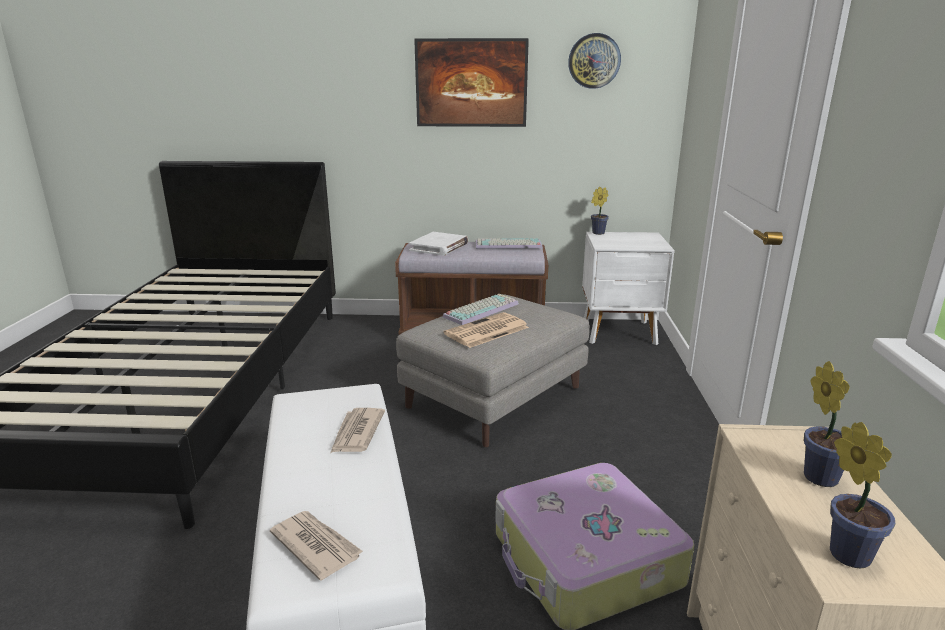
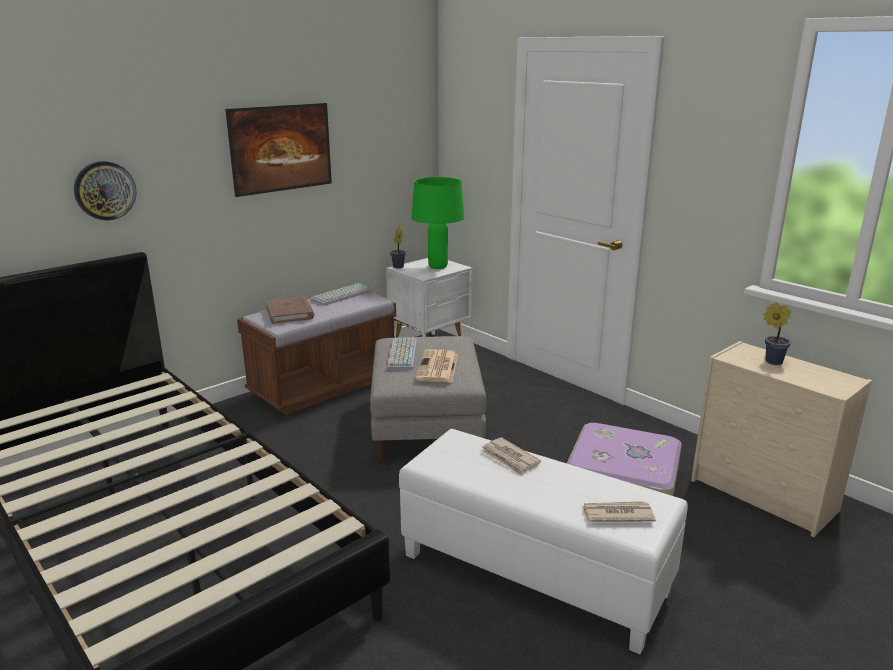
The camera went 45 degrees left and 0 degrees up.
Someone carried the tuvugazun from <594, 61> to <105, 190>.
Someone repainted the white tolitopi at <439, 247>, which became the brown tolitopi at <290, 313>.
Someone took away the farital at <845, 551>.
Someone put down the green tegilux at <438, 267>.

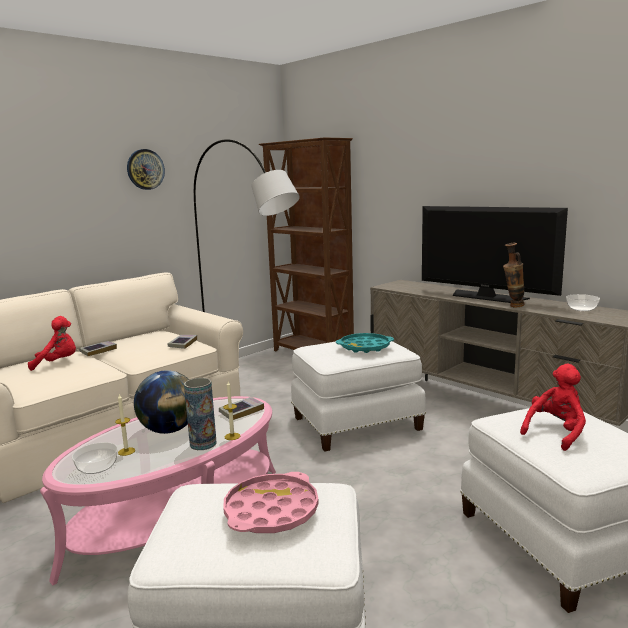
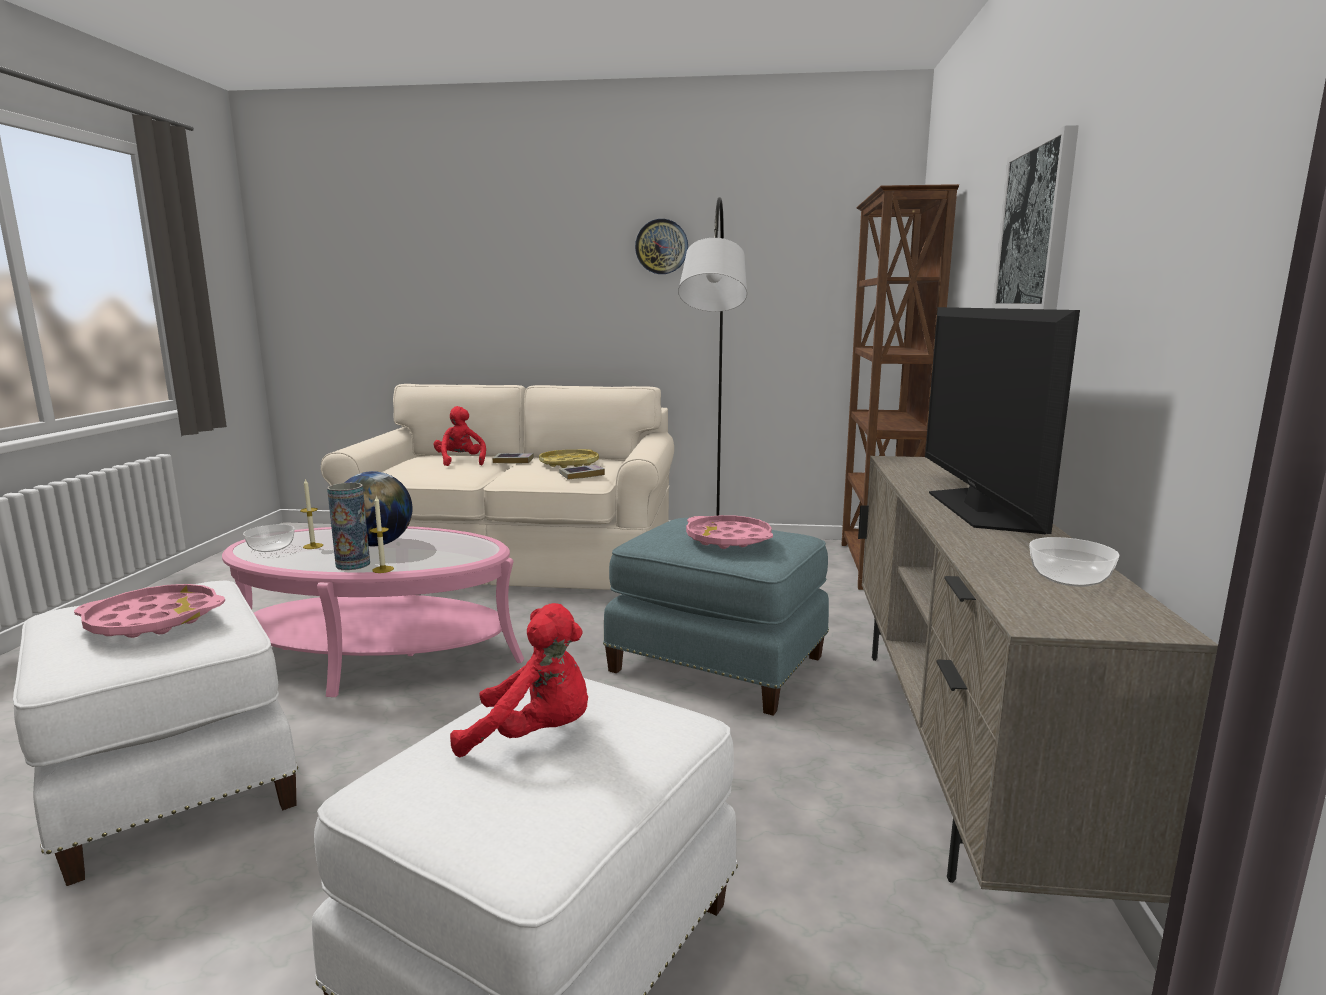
The camera went 50 degrees right and 0 degrees up.
Someone took away the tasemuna at <512, 306>.
Someone rotated the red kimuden at <58, 363> by 150 degrees counterclockwise.
Someone repainted the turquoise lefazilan at <365, 347>, which became the pink lefazilan at <728, 539>.
Someone repainted the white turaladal at <356, 422>, which became the blue turaladal at <718, 662>.
Someone took away the tolitopi at <241, 411>.
Someone put up the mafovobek at <1036, 227>.
Someone put down the yellow lefazilan at <569, 464>.

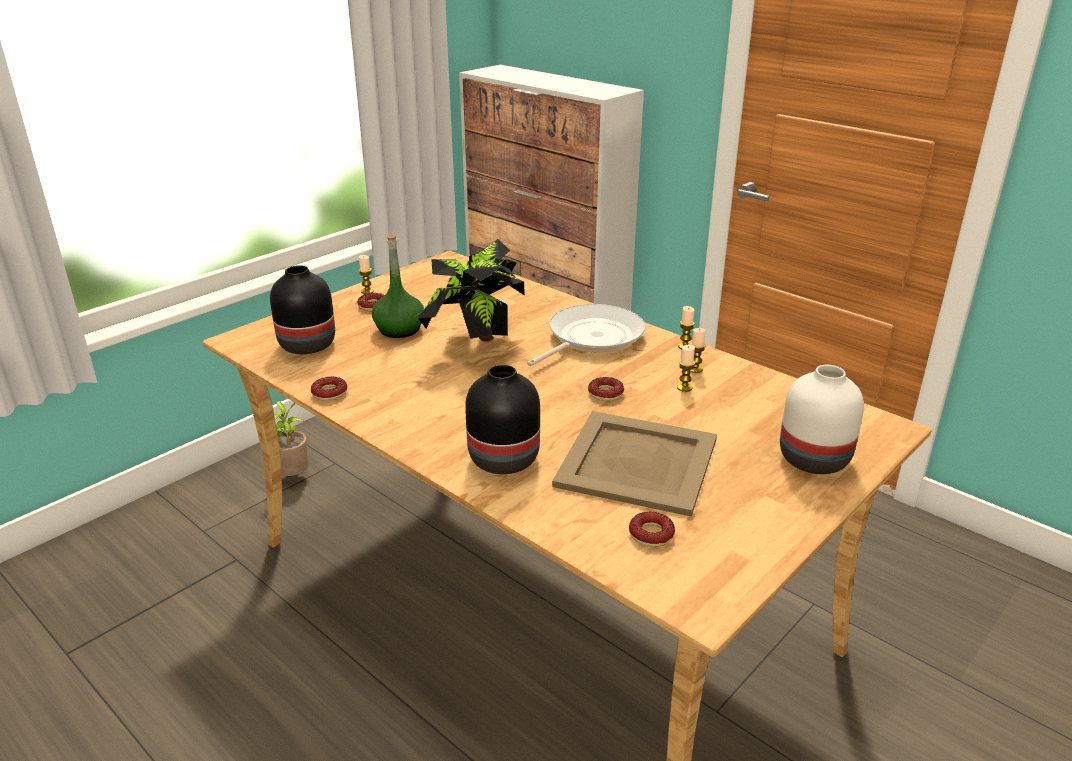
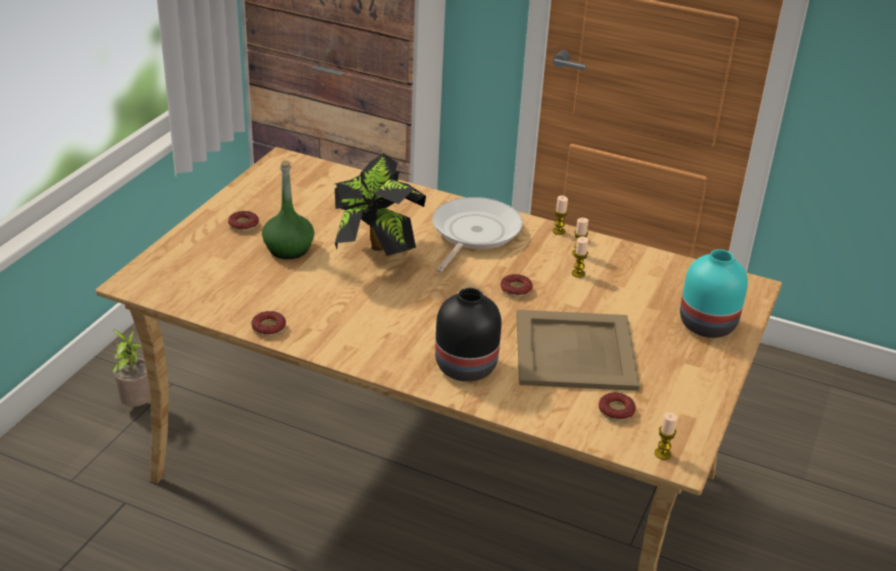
The camera went 20 degrees left and 5 degrees up.
Someone carried the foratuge from <367, 291> to <662, 454>.
Someone took away the black tasemuna at <307, 344>.
Someone repainted the white tasemuna at <813, 458>, which became the turquoise tasemuna at <706, 323>.

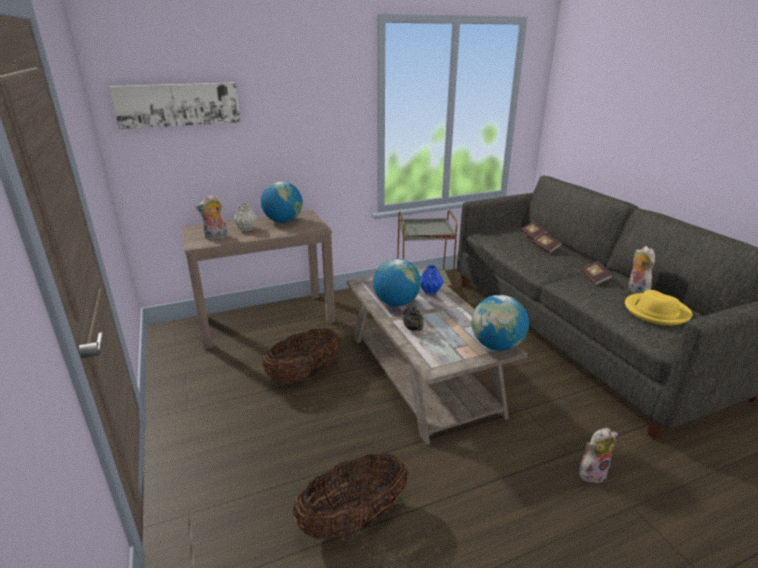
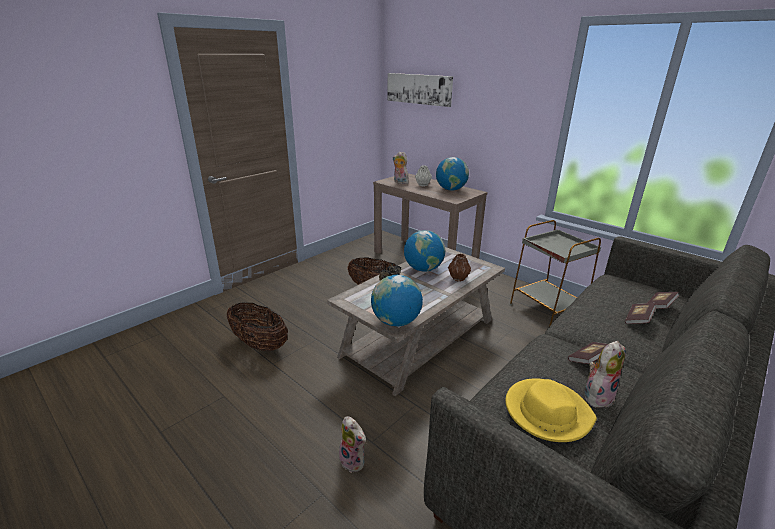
The camera went 65 degrees right and 0 degrees up.
Someone repainted the blue tasemuna at <430, 292>, which became the brown tasemuna at <459, 278>.

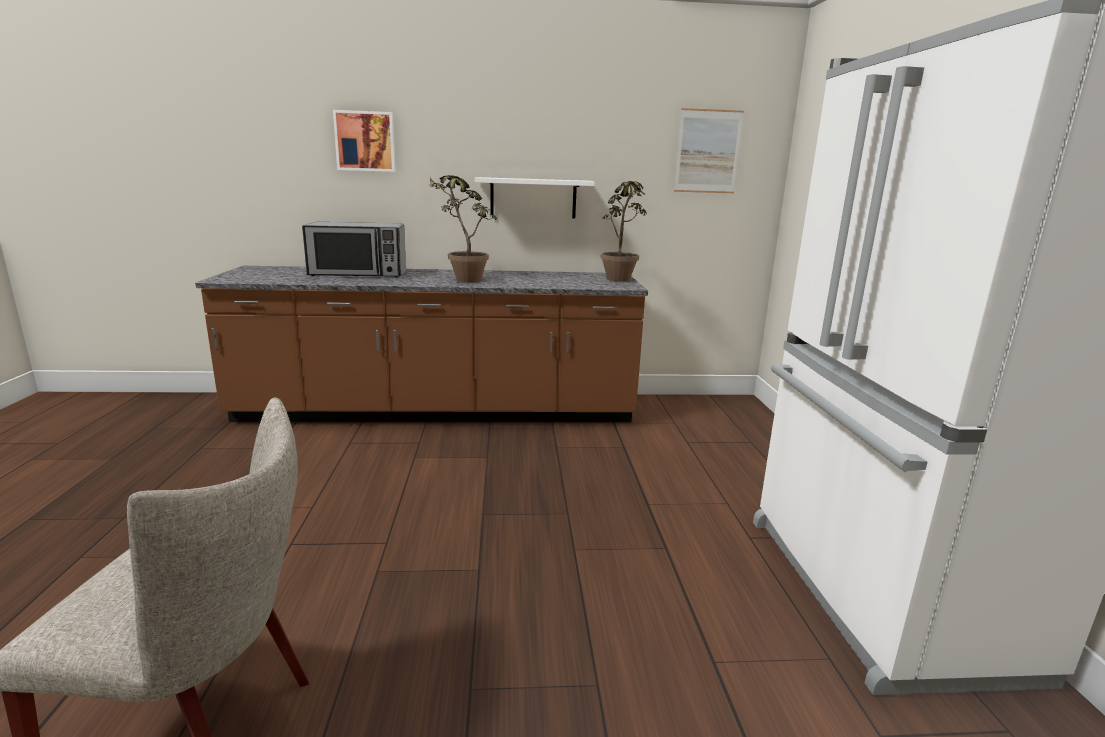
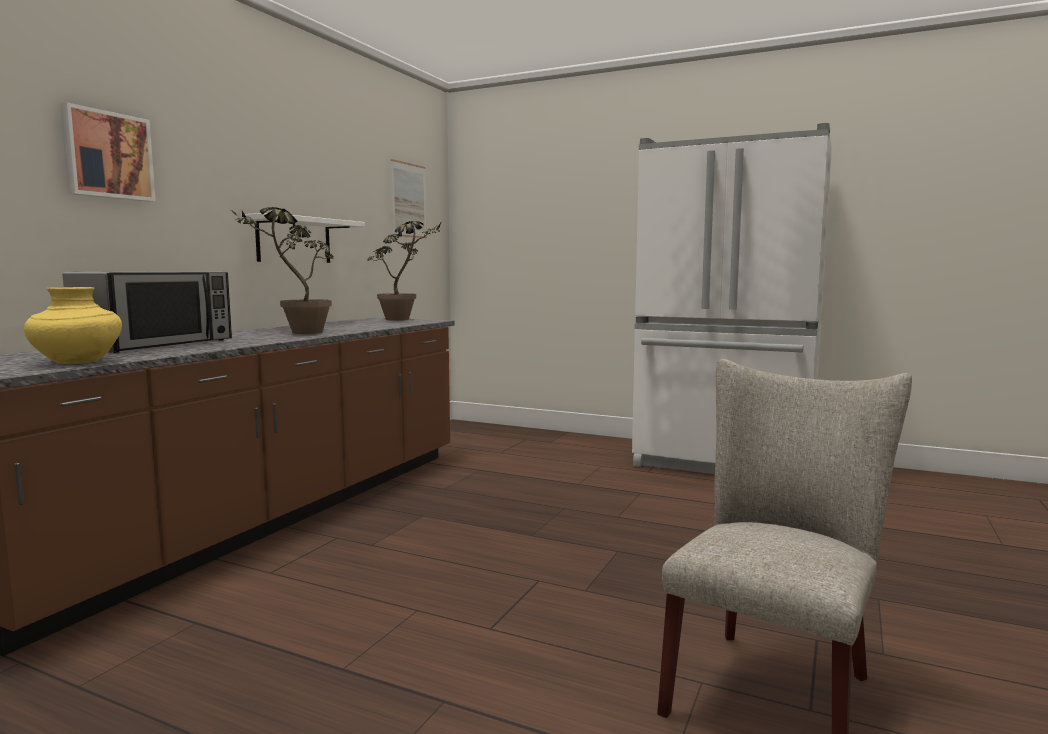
The camera went 60 degrees left and 10 degrees down.
Someone put down the yellow tasemuna at <77, 362>.

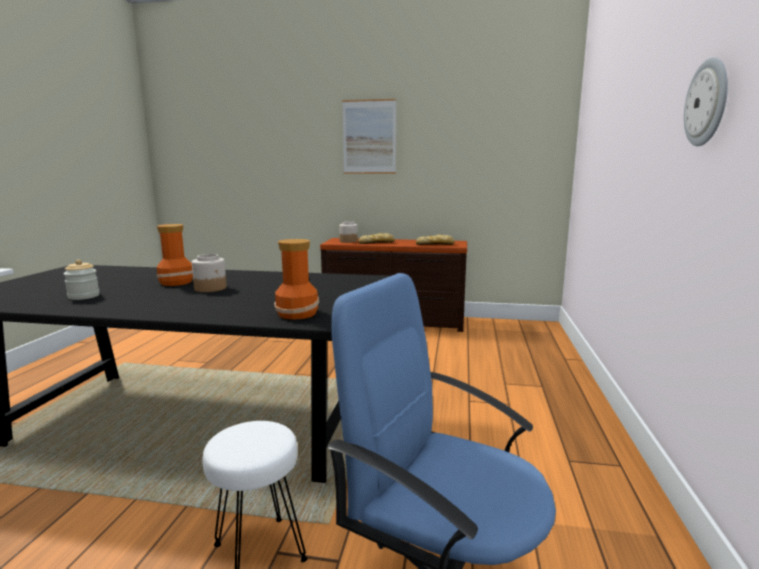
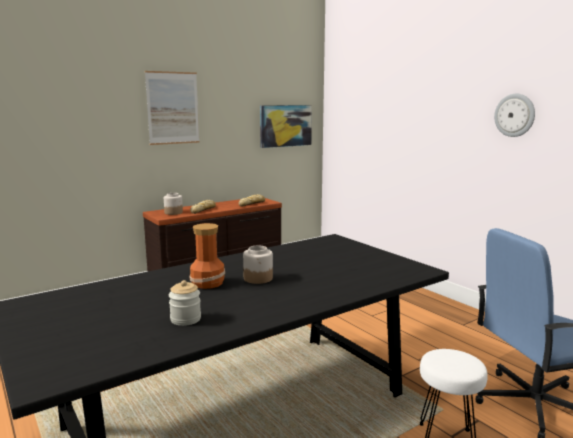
The camera went 45 degrees left and 0 degrees up.
Someone took away the tasemuna at <298, 313>.
Someone put up the mafovobek at <285, 125>.

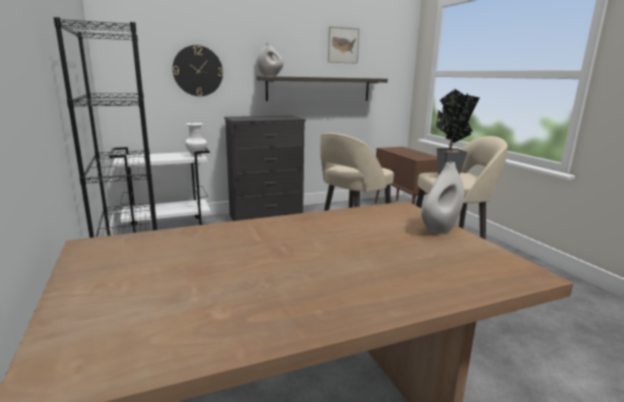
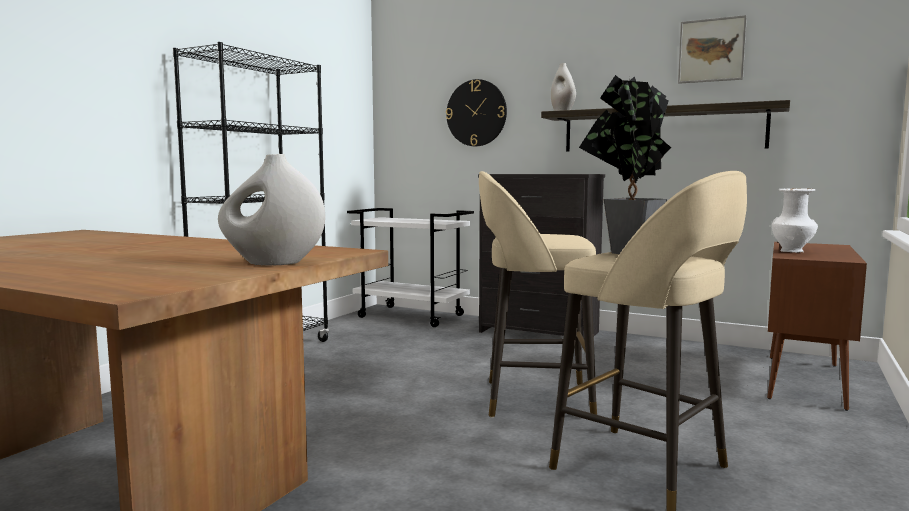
The camera went 50 degrees right and 10 degrees down.
Someone carried the white tasemuna from <197, 156> to <793, 251>.

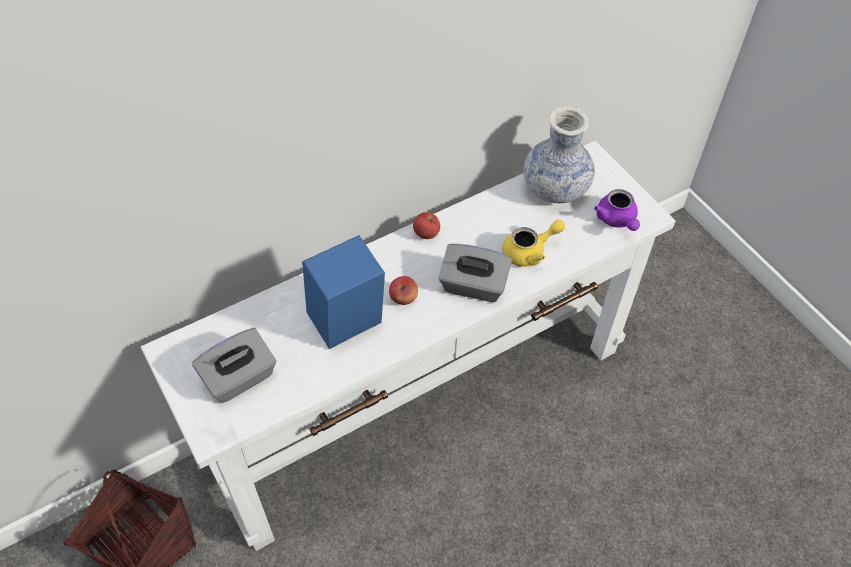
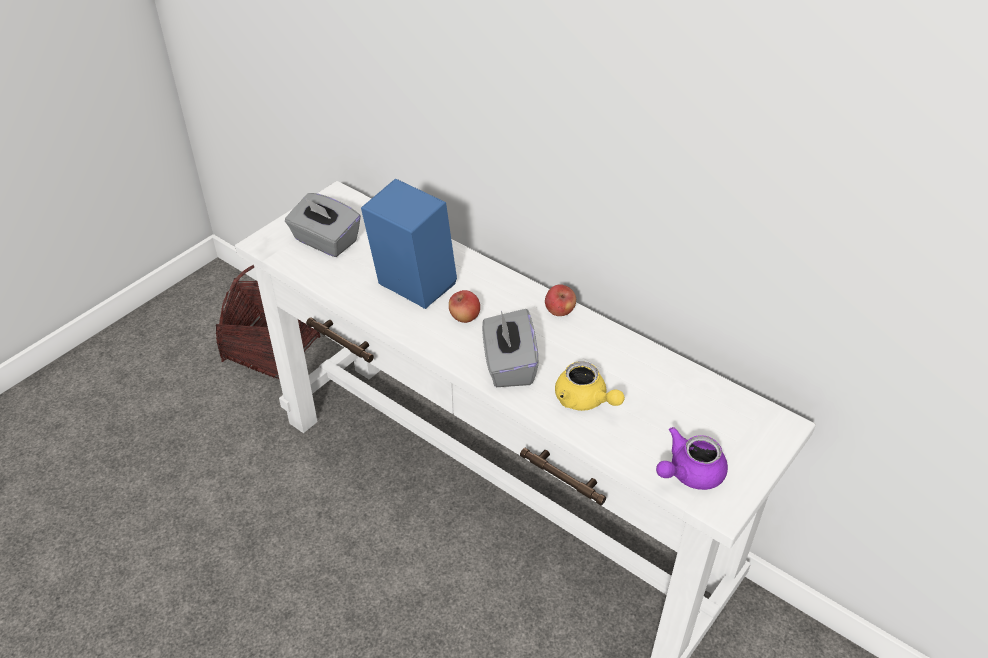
The camera went 70 degrees right and 10 degrees down.
Someone took away the tasemuna at <555, 188>.

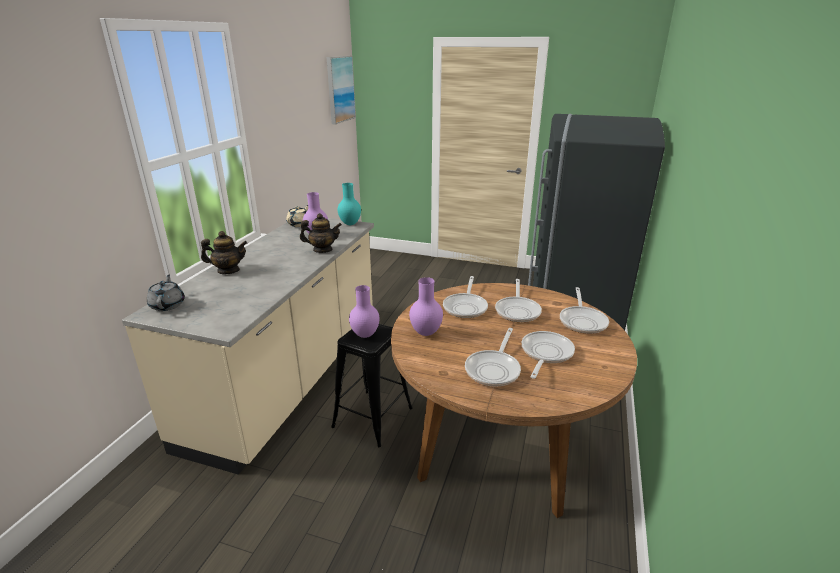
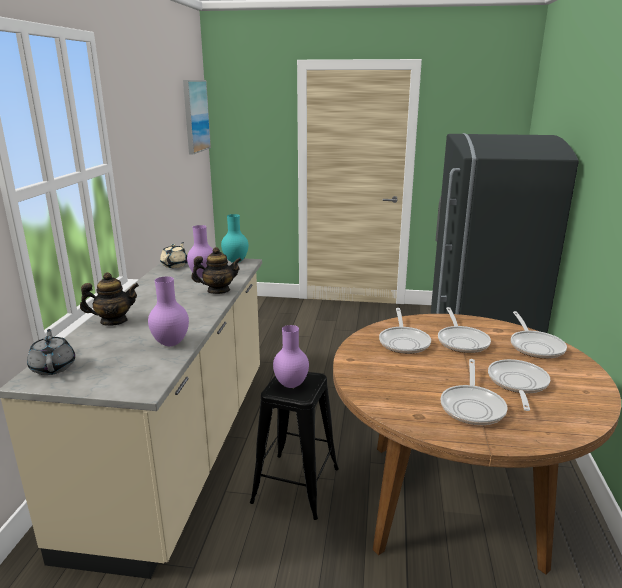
The camera went 10 degrees left and 5 degrees down.
Someone carried the purple tasemuna from <426, 333> to <172, 343>.

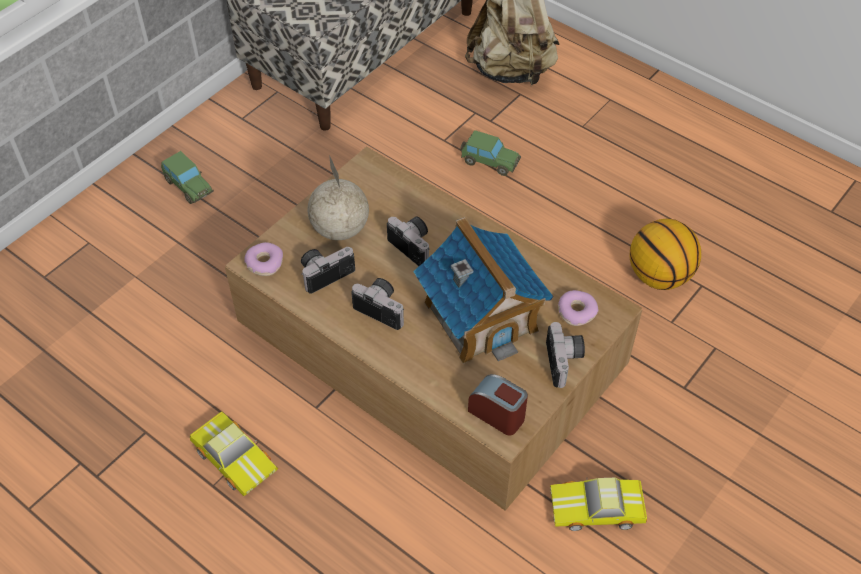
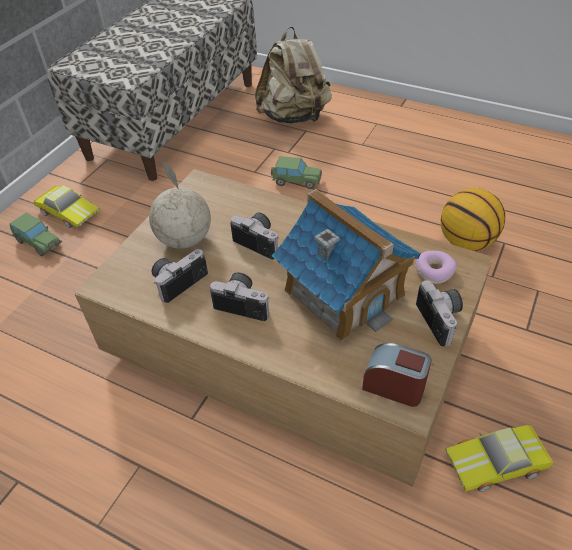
The camera went 10 degrees left and 5 degrees down.
Someone took away the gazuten at <264, 263>.
Someone carried the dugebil from <235, 457> to <69, 211>.

